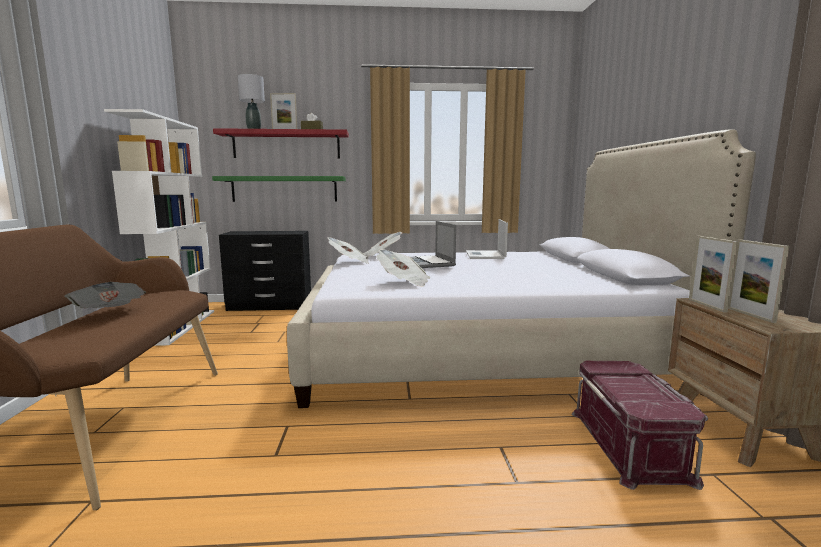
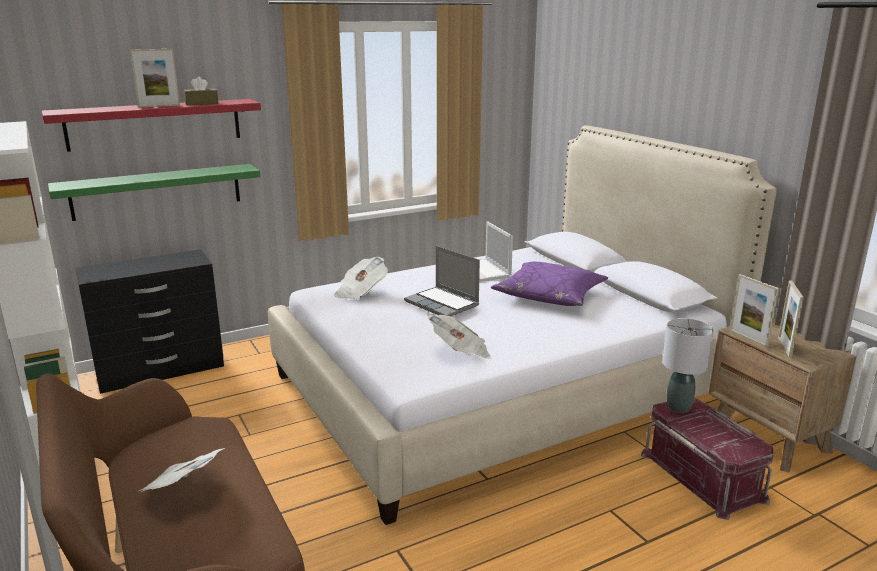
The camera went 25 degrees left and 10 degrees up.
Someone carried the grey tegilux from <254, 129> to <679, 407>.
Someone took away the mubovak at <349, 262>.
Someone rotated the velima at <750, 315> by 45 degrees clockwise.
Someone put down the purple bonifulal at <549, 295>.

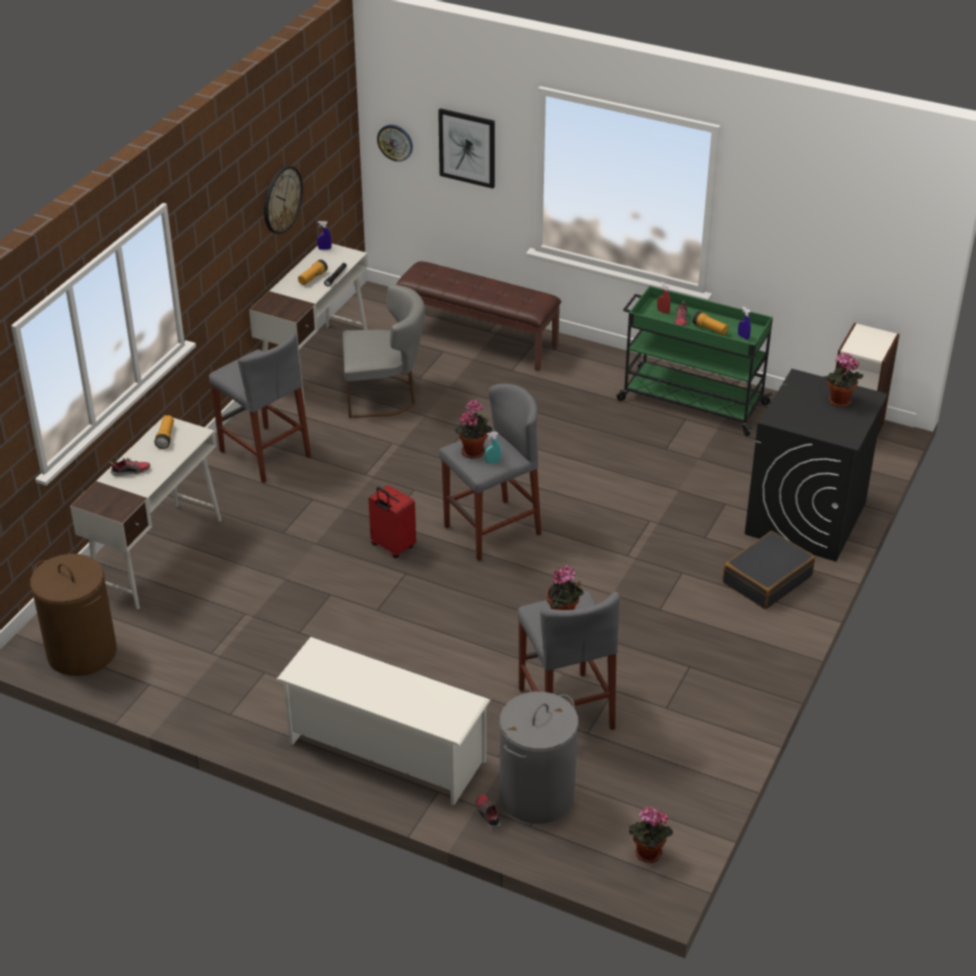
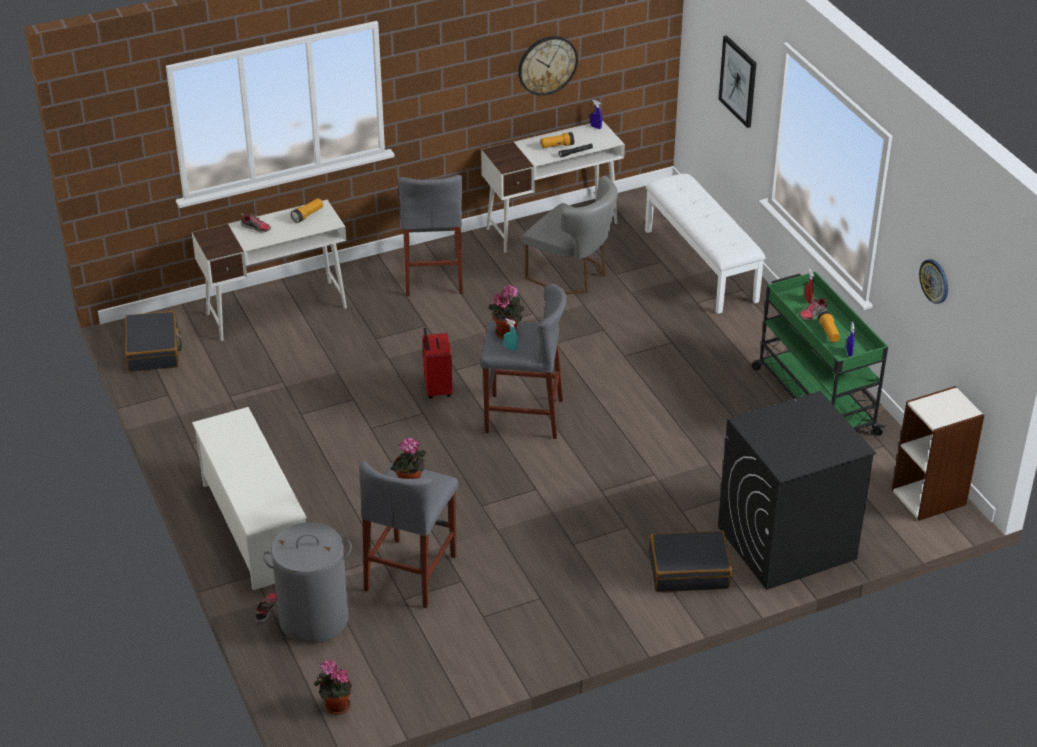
The camera went 40 degrees right and 0 degrees up.
Someone carried the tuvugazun from <395, 142> to <934, 281>.
Someone repainted the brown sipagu at <478, 339>, which became the white sipagu at <701, 265>.
Someone took away the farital at <839, 402>.
Someone swapped the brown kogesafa at <81, 652> for the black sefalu at <153, 350>.

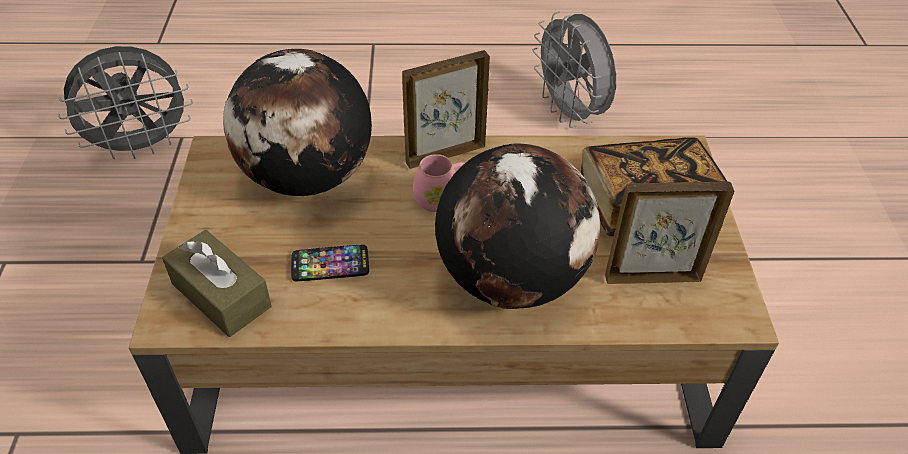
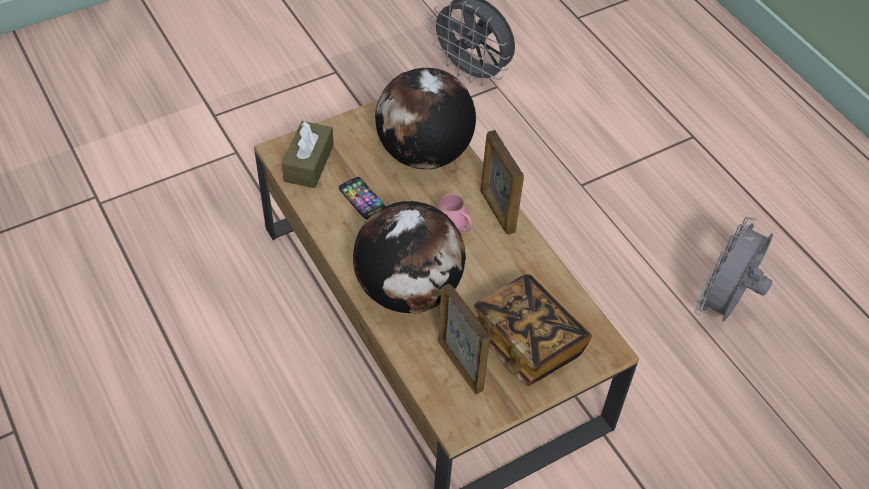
The camera went 60 degrees right and 5 degrees up.
Someone rotated the velima at <444, 154> by 150 degrees counterclockwise.

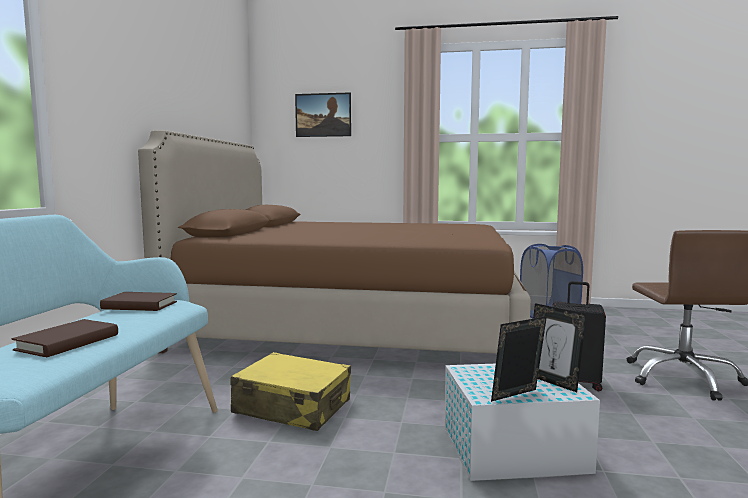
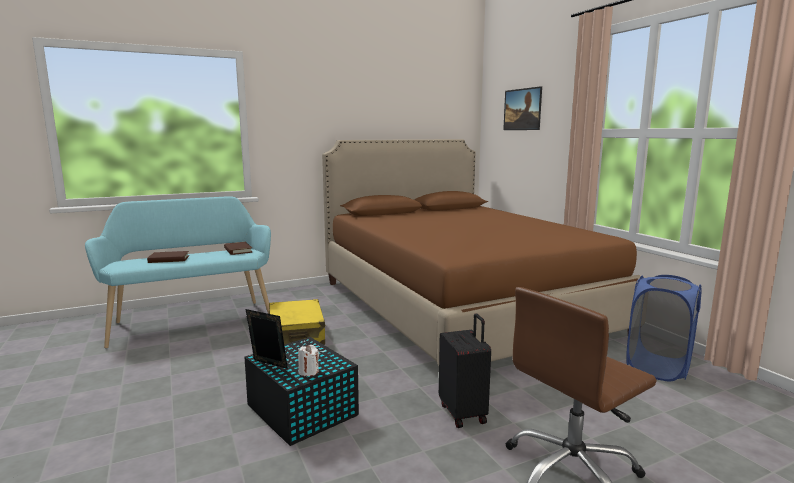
The camera went 55 degrees right and 5 degrees up.
Someone swapped the velima at <553, 382> for the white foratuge at <308, 372>.
Someone repainted the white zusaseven at <511, 449>, which became the black zusaseven at <301, 409>.

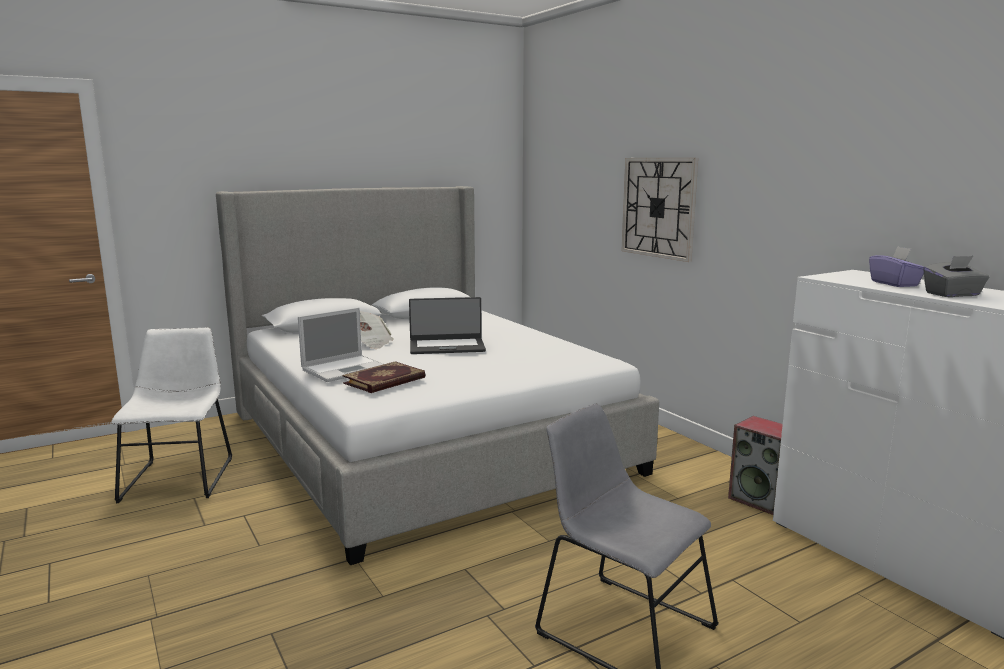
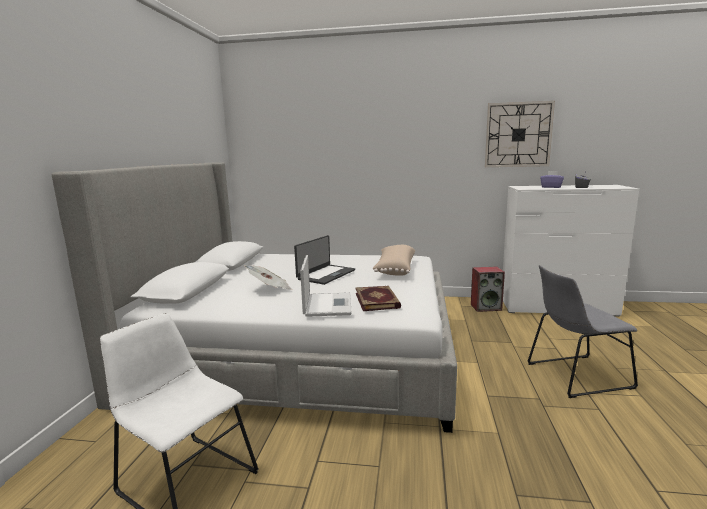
The camera went 50 degrees left and 0 degrees up.
Someone carried the tuvugazun from <658, 207> to <518, 135>.
Someone put down the beige bonifulal at <394, 269>.

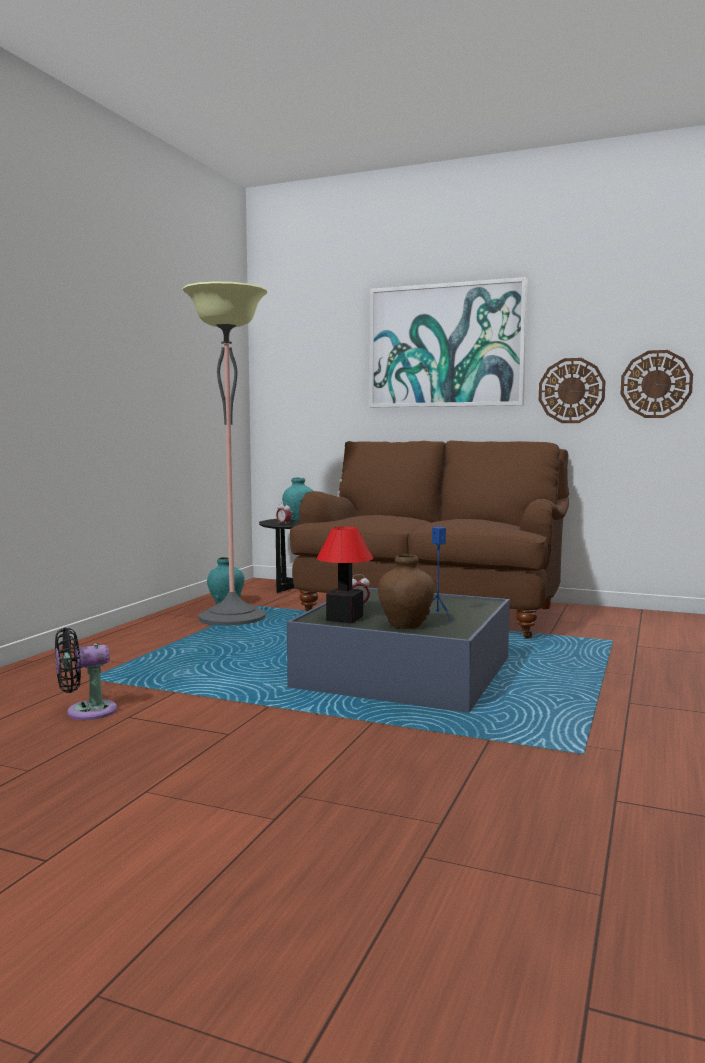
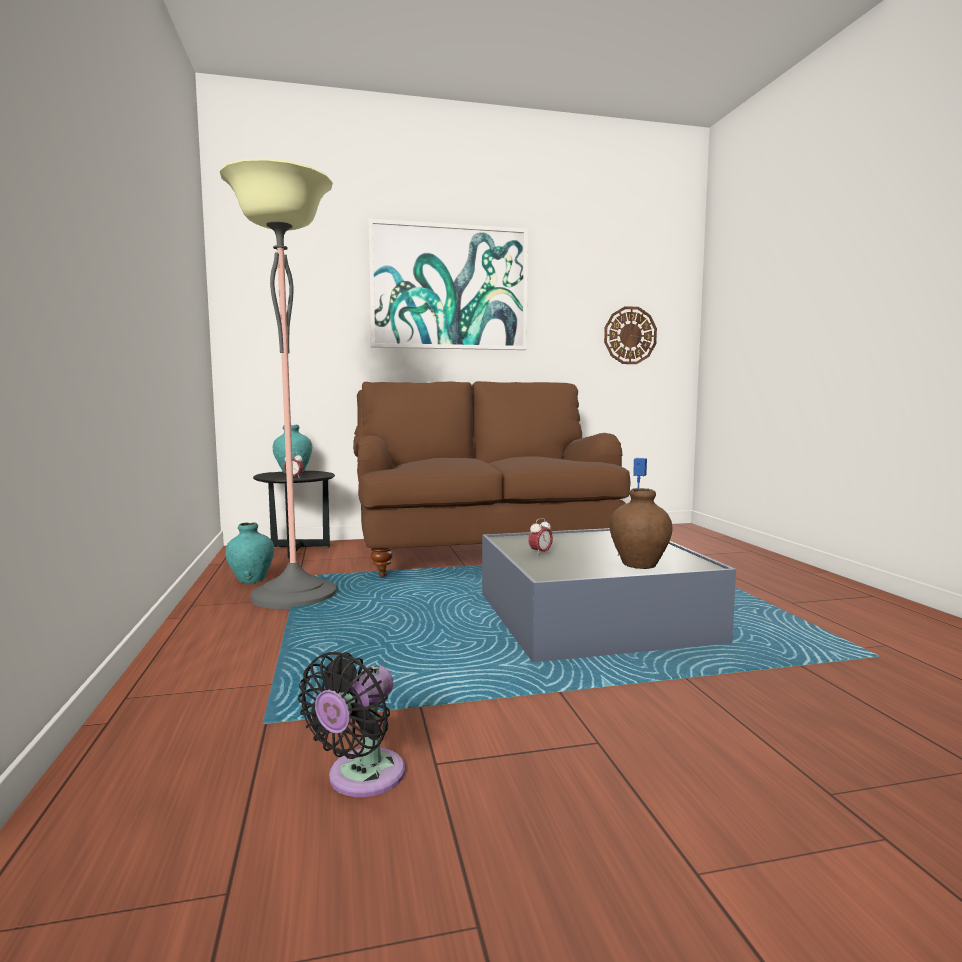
The camera went 35 degrees left and 0 degrees up.
Someone took away the tuvugazun at <571, 390>.
Someone took away the tegilux at <345, 618>.

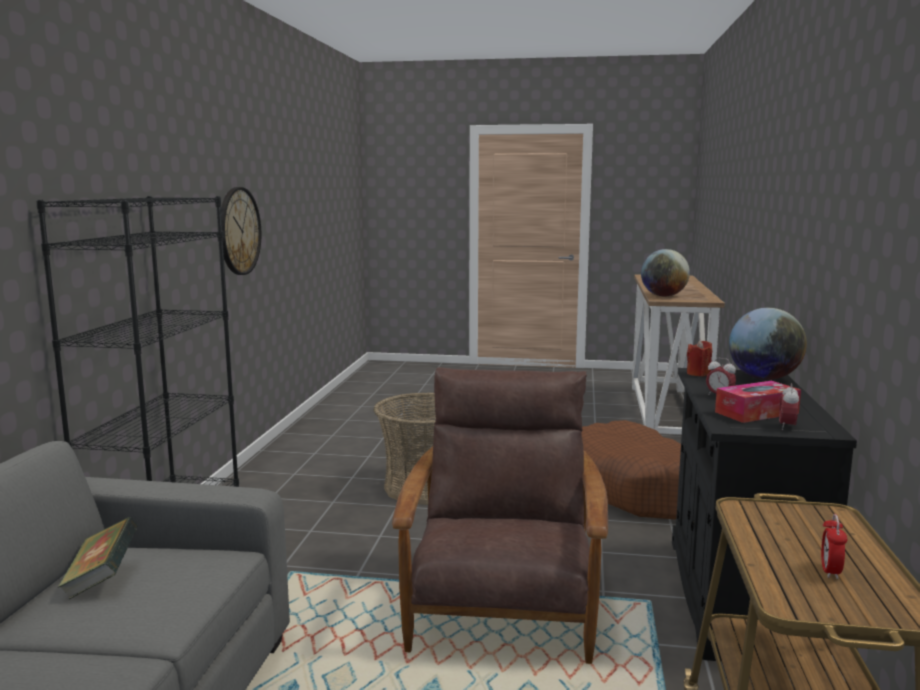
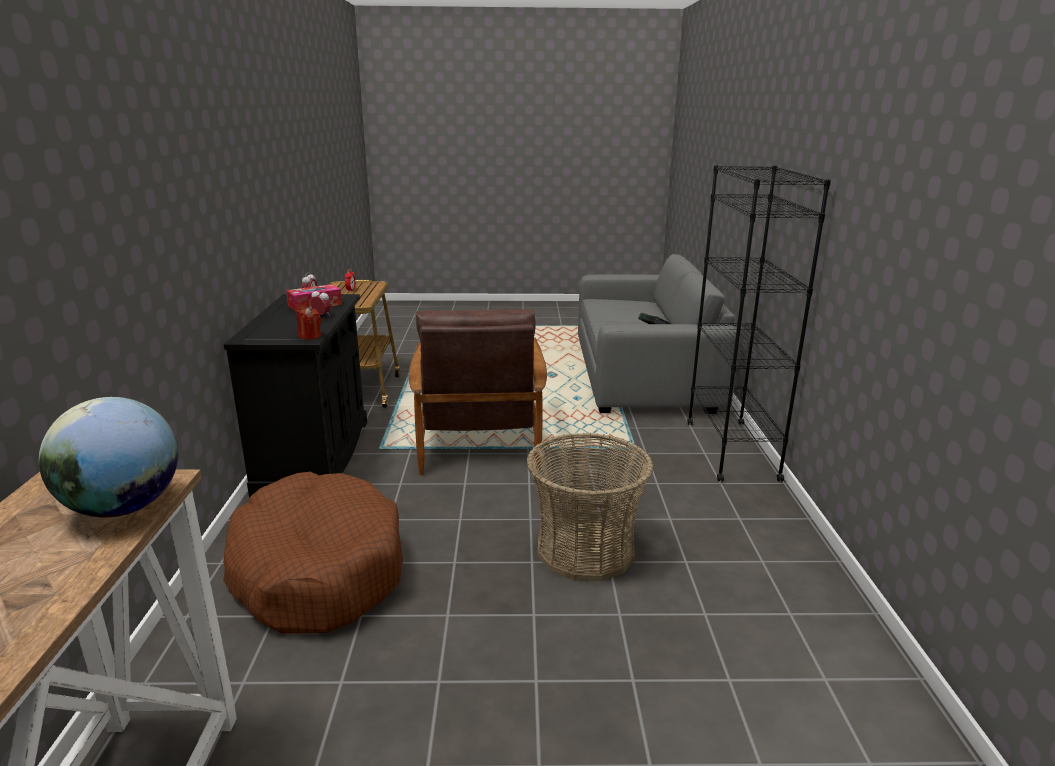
The camera went 170 degrees right and 10 degrees up.
Someone took away the tuvugazun at <238, 231>.
Someone took away the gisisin at <763, 378>.

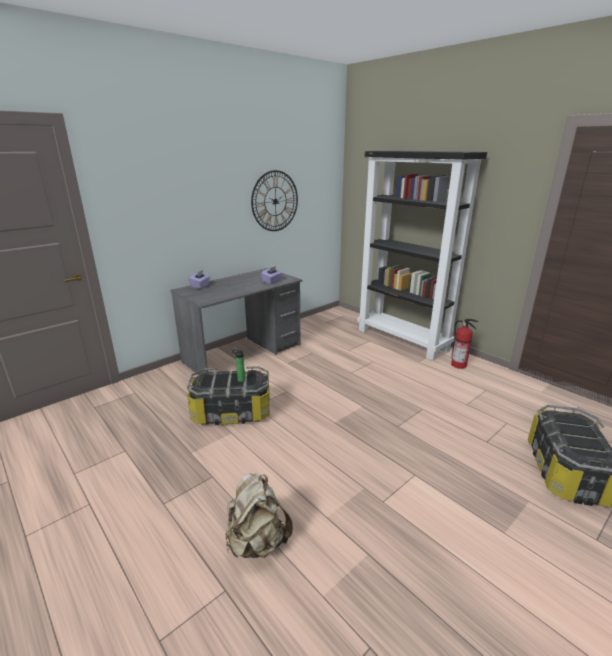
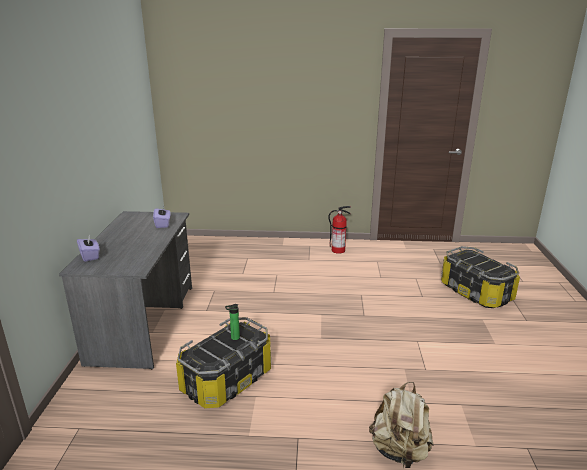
The camera went 45 degrees left and 0 degrees up.
Someone took away the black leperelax at <403, 340>.
Someone took away the tuvugazun at <275, 201>.

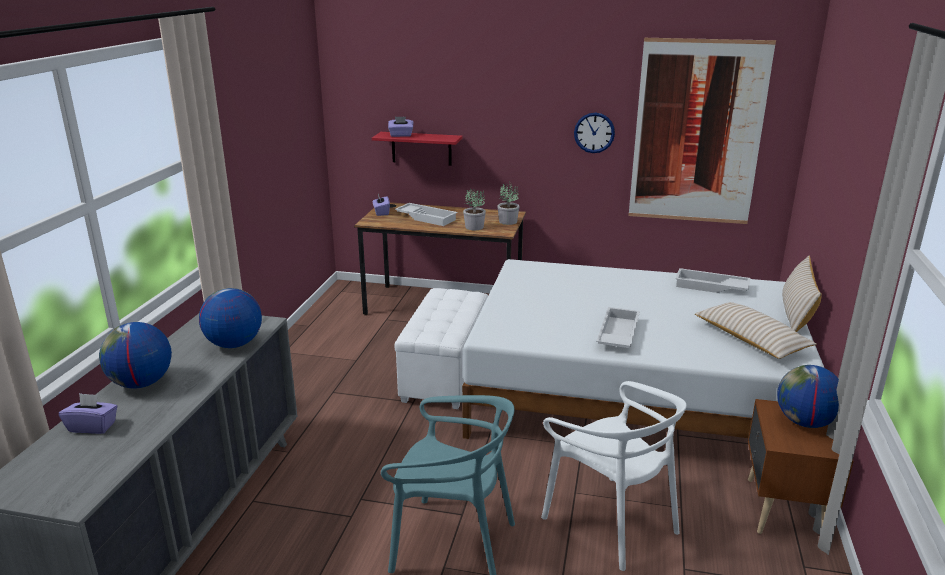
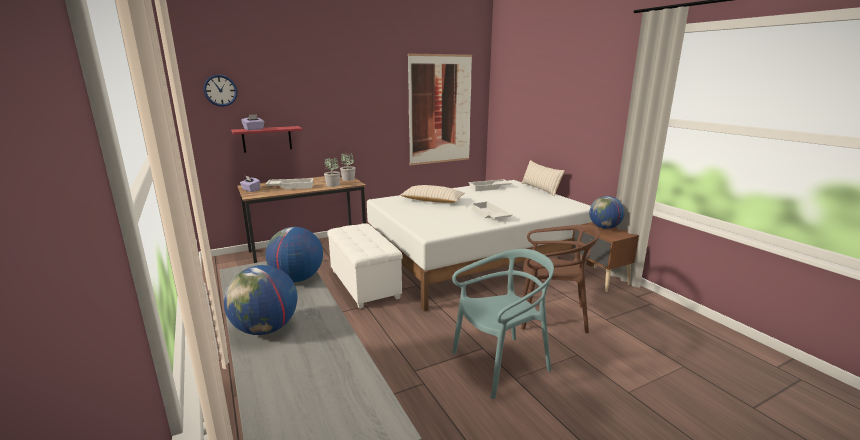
The camera went 40 degrees left and 5 degrees down.
Someone carried the tuvugazun from <594, 132> to <220, 90>.
Someone carried the beige bonifulal from <751, 340> to <432, 201>.
Someone repainted the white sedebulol at <611, 522>, which became the brown sedebulol at <551, 315>.
Someone took away the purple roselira at <93, 426>.

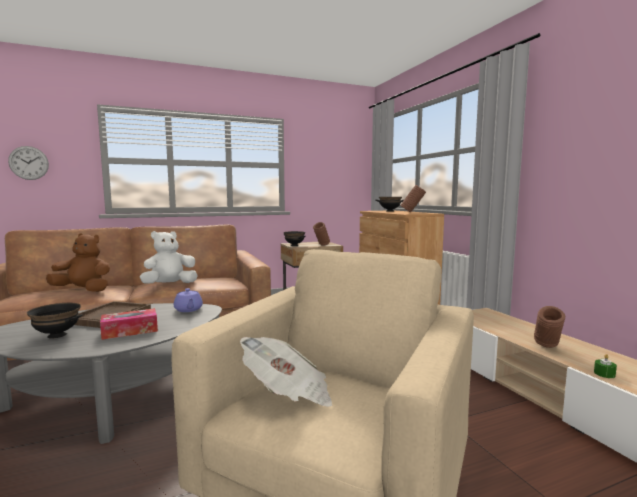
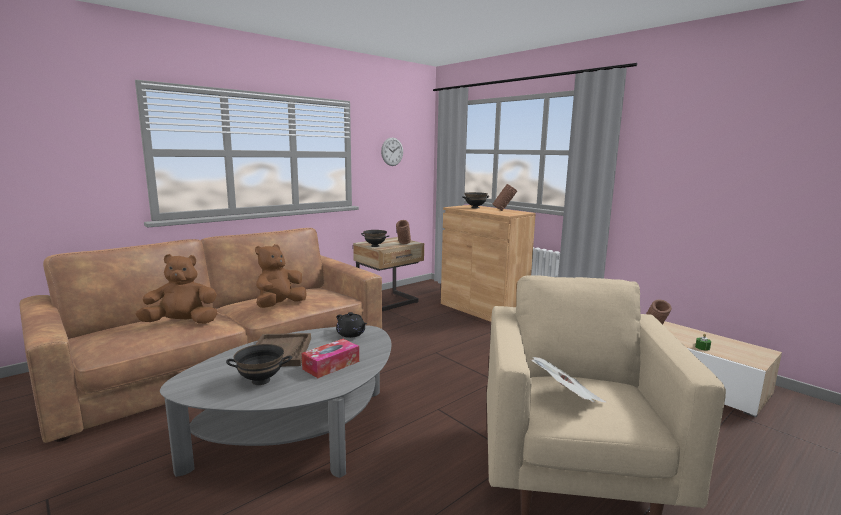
The camera went 20 degrees left and 5 degrees up.
Someone carried the tuvugazun from <28, 163> to <392, 151>.
Someone repainted the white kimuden at <169, 285>, which became the brown kimuden at <279, 305>.
Someone repainted the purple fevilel at <188, 310>, which became the black fevilel at <351, 334>.

